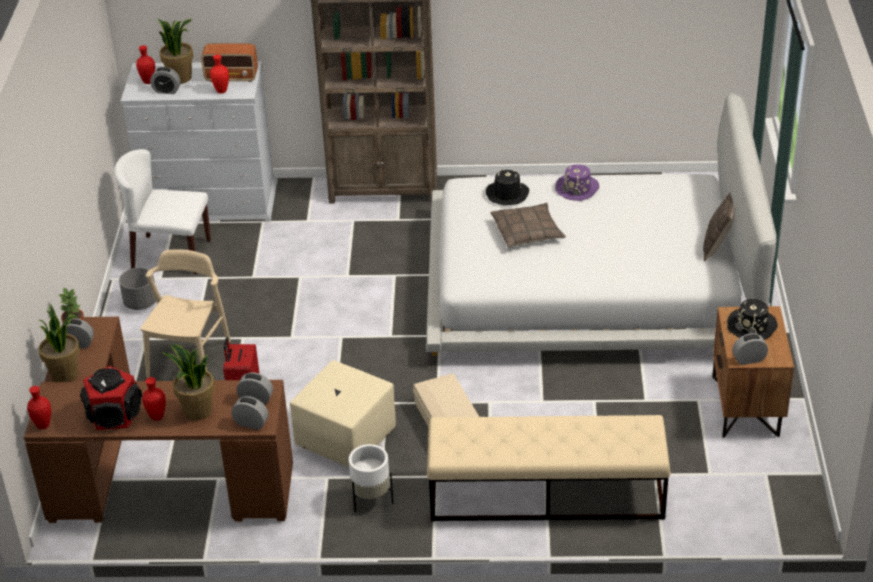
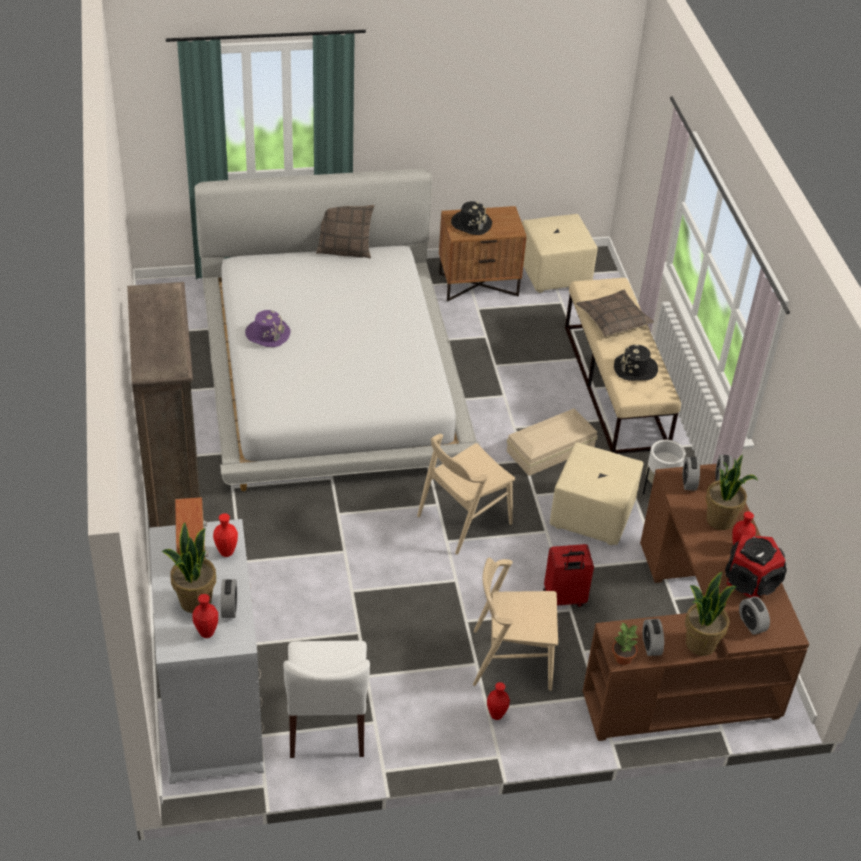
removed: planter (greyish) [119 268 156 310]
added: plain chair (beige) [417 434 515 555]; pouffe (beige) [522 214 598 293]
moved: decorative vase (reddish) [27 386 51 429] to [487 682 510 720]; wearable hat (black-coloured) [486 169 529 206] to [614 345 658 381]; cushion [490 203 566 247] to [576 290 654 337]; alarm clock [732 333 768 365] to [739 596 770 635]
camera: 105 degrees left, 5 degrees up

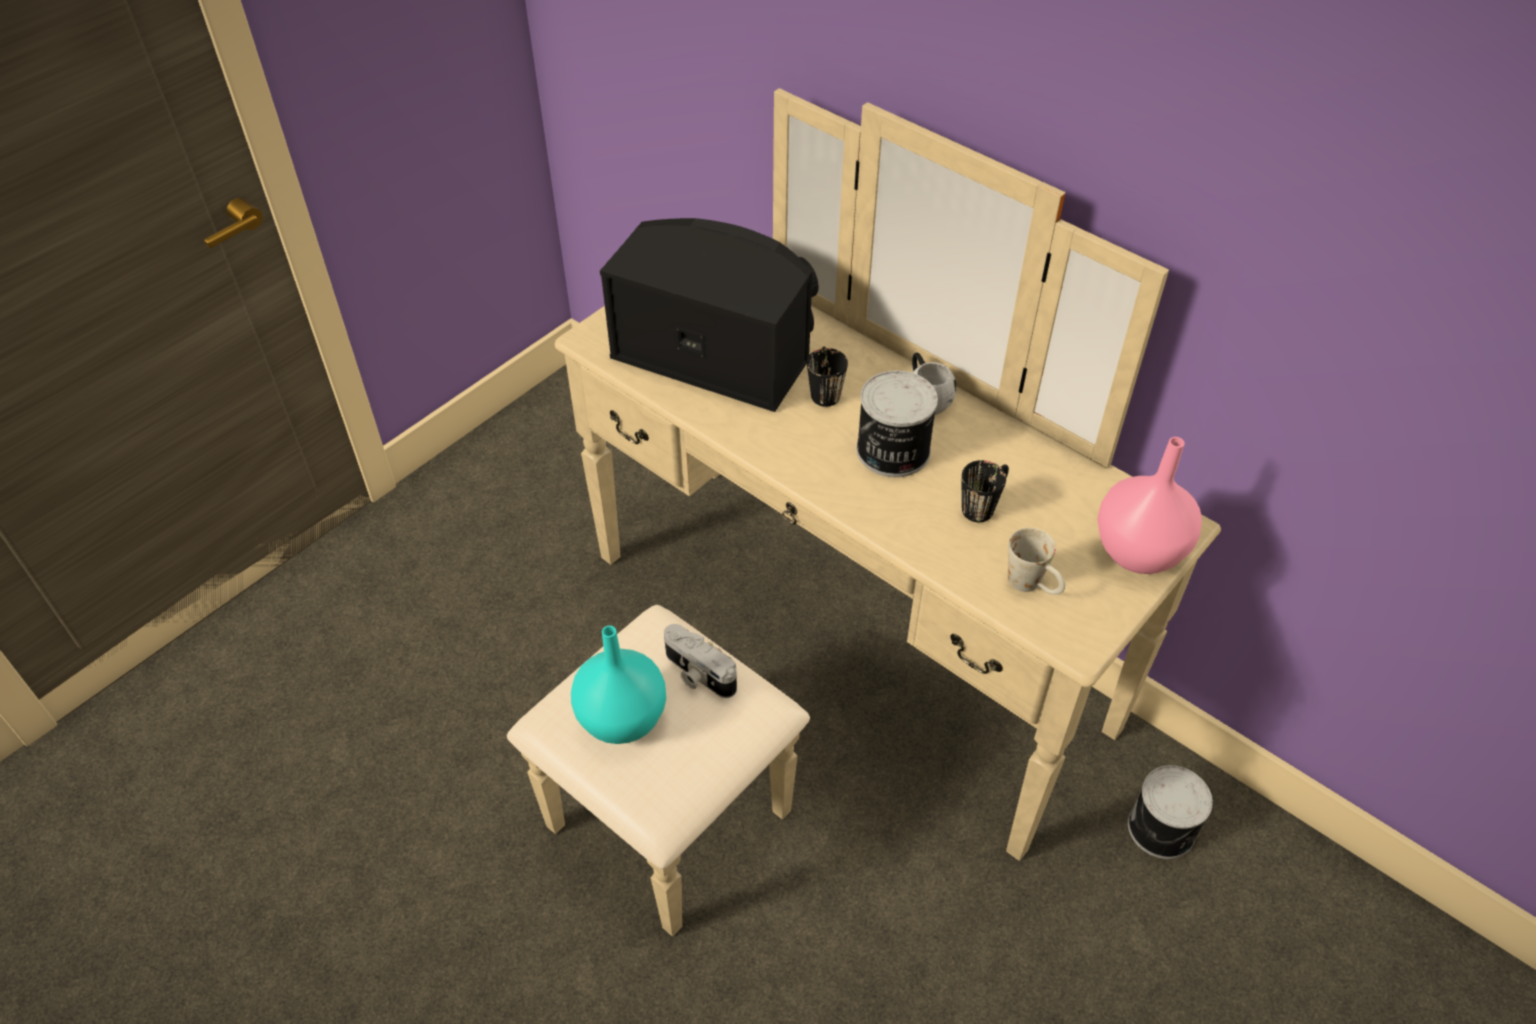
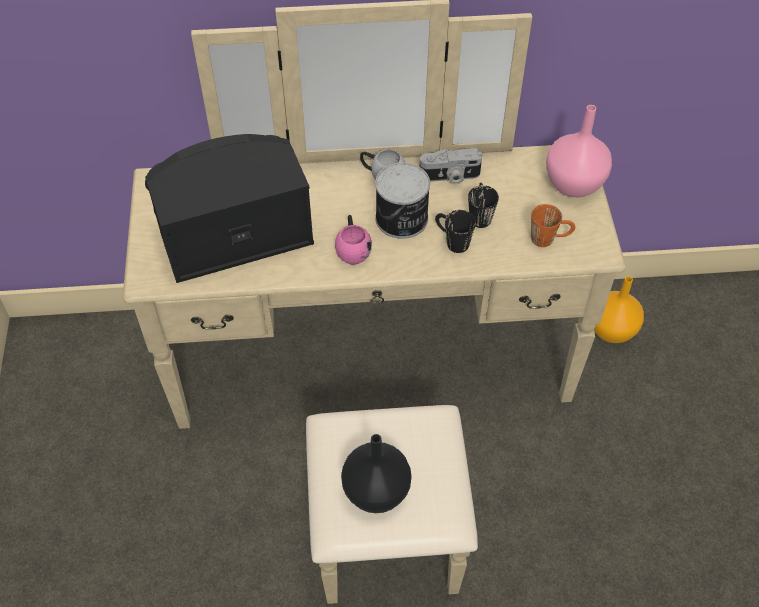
added: tea mug (pinkish) [335 215 372 264]
moved: photo camera [664 624 737 698] to [420 148 482 184]; tea mug (black-coloured) [807 346 848 407] to [435 210 476 253]
replaced: can [1128 765 1213 859] to decorative vase (orangey) [594 276 644 343]
recoloured: decorative vase (blue-green) [571 626 666 744] to decorative vase (black-coloured) [341 434 412 513]; tea mug (white-coloured) [1008 528 1065 595] to tea mug (orangey) [531 204 575 247]
camera: 45 degrees left, 5 degrees up

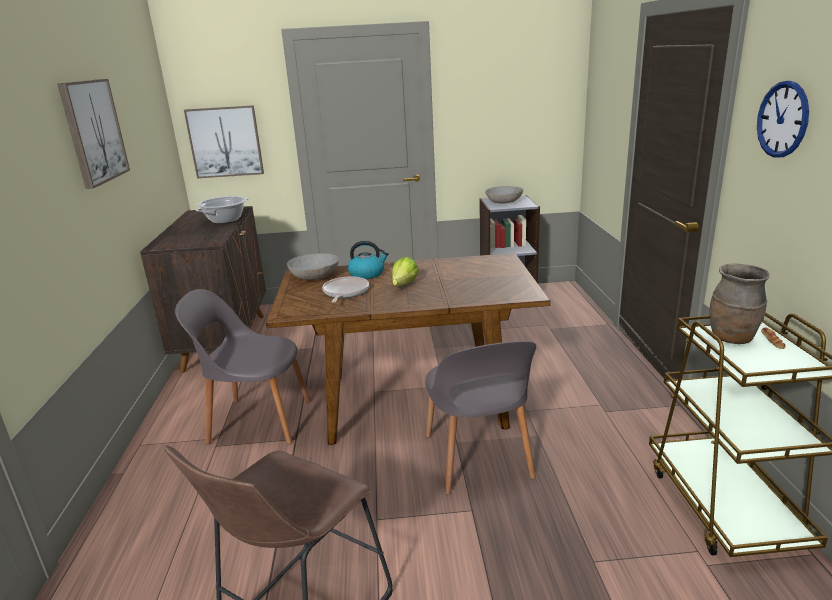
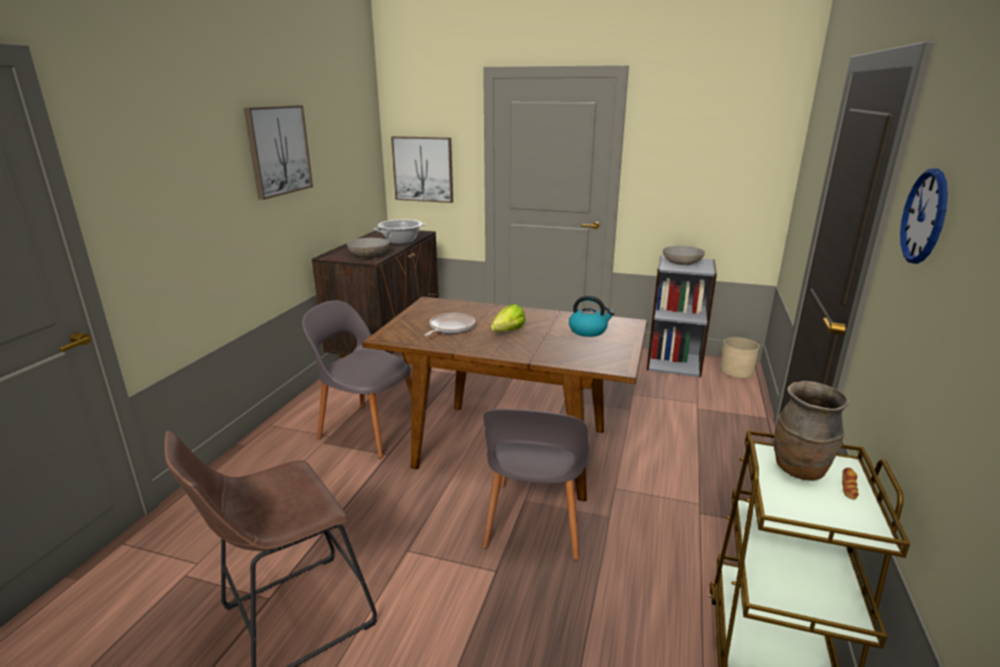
added: planter (beige) [720 337 760 378]
moved: deep dish (greyish) [287 253 339 280] to [347 238 390 257]; tea kettle [348 241 389 279] to [569 296 615 337]
camera: 20 degrees right, 0 degrees up

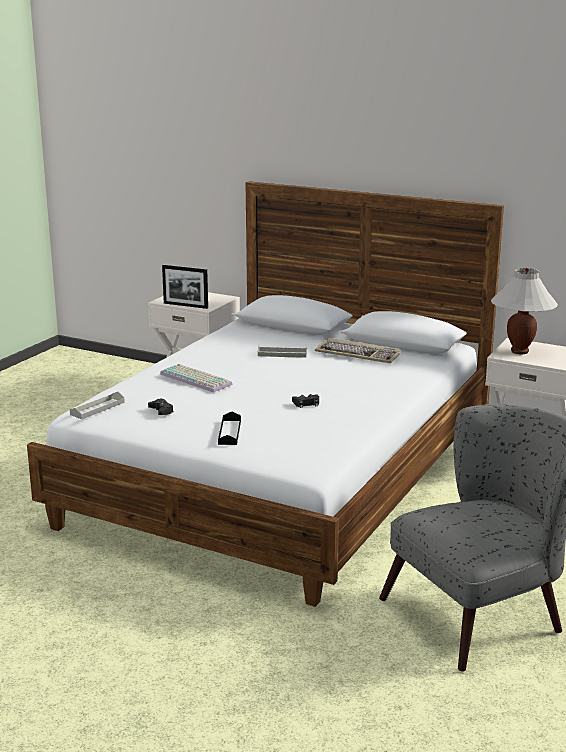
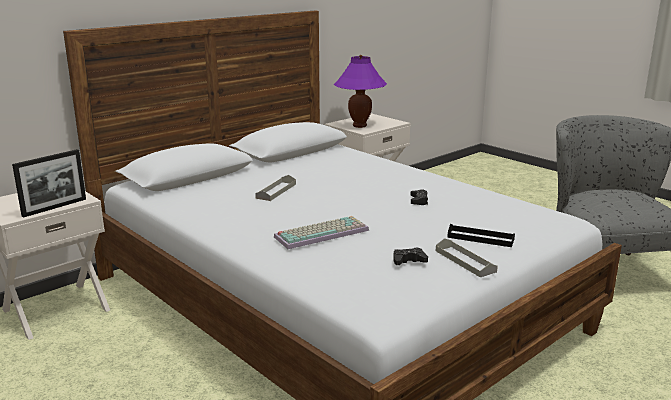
removed: computer keyboard [315 338 400 363]
moved: tray (greyish) [70 392 125 419] to [436 238 498 277]
recoloured: table lamp (white-coloured) [491 268 558 354] to table lamp (purple-coloured) [334 55 387 128]
camera: 70 degrees left, 0 degrees up

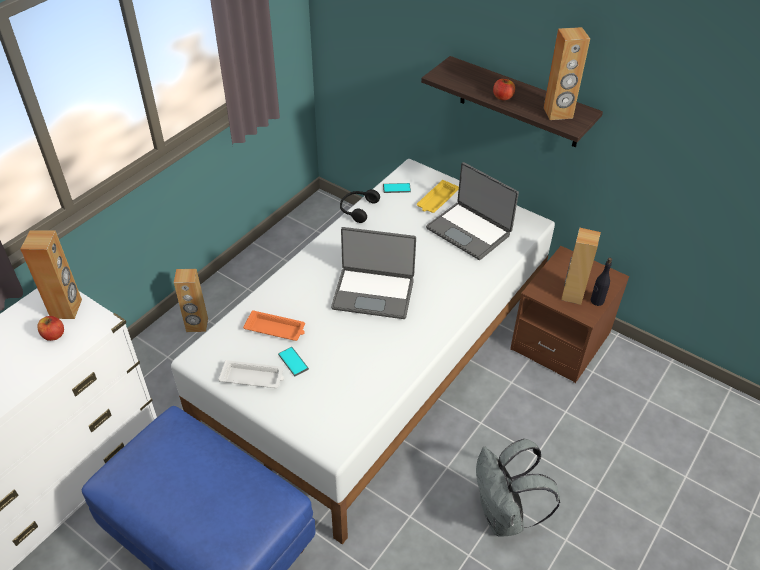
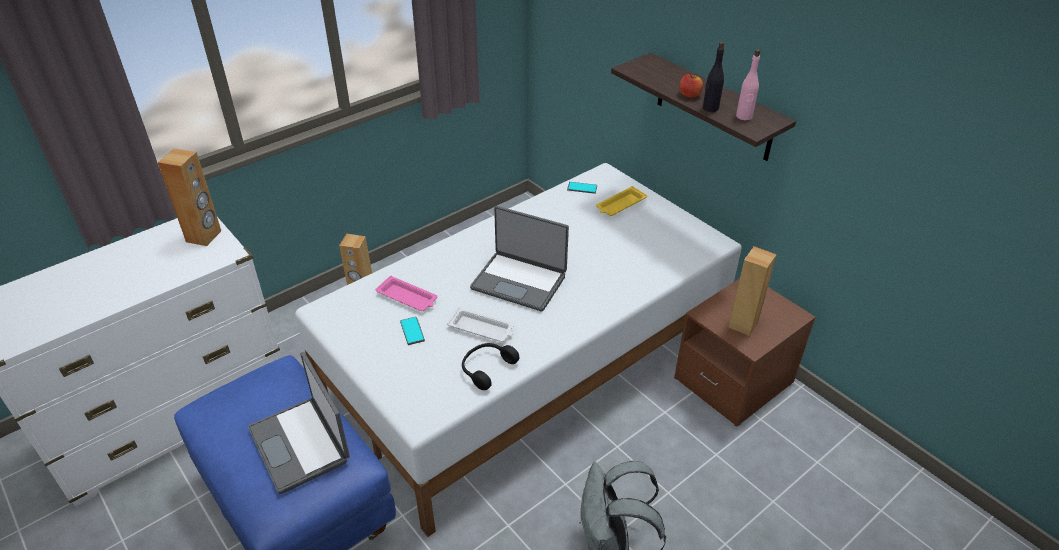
removed: apple [37 316 64 341]
moved: tray (white-coloured) [218 360 284 388] to [447 307 514 342]; pair of headphones (black-coloured) [340 189 380 223] to [462 343 519 390]; notebook computer [426 162 519 260] to [248 352 350 494]; beverage bottle (black-coloured) [591 258 612 306] to [703 42 724 112]
replaced: loudspeaker (brown) [544 27 590 120] to beverage bottle (pinkish) [736 49 760 120]
recoloured: tray (orangey) [243 310 305 341] to tray (pinkish) [375 276 437 311]
camera: 15 degrees right, 5 degrees down

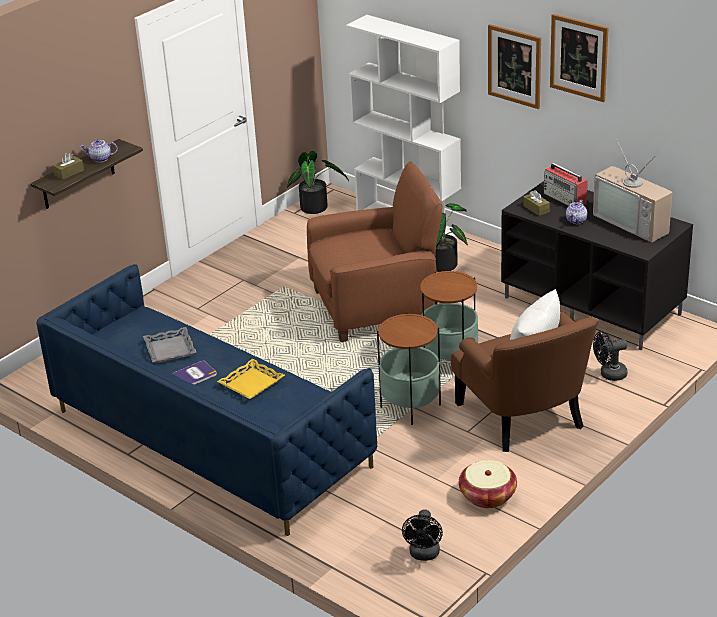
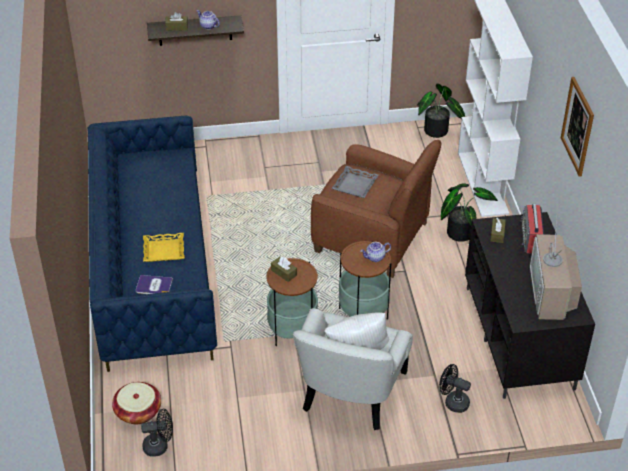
removed: wall art [488 24 541 109]
added: tissue box (brown) [271 257 297 282]
moved: tray (greyish) [143 327 197 363] to [332 166 378 198]; volume [172 360 217 385] to [136 275 173 294]; storage basket [459 460 517 508] to [112 382 161 424]; teapot [566 199 587 224] to [360 242 391 262]
recoloured: easy chair (brown) [451 311 598 452] to easy chair (white-coloured) [293 308 413 430]
turned: fan (black-coloured) [402 509 443 561] = [141 409 173 457] 150 degrees counterclockwise
camera: 40 degrees right, 10 degrees up

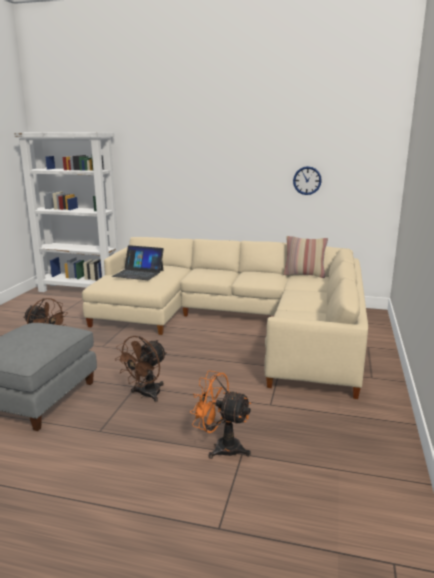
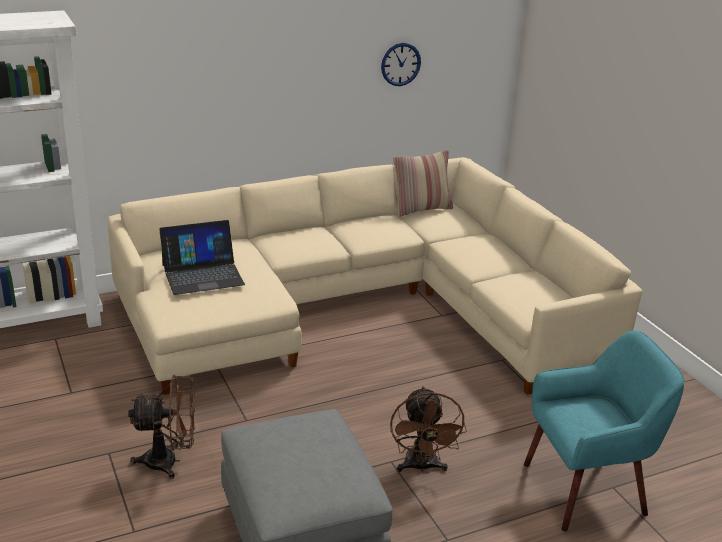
replaced: fan (orangey) [190 370 252 459] to easy chair (blue-green) [524 330 684 531]
camera: 40 degrees left, 10 degrees up

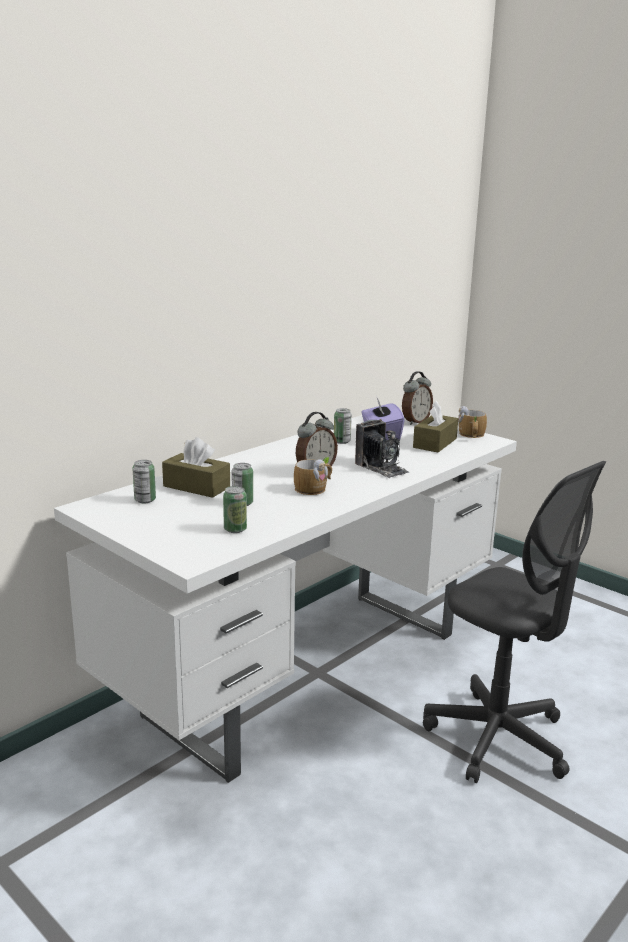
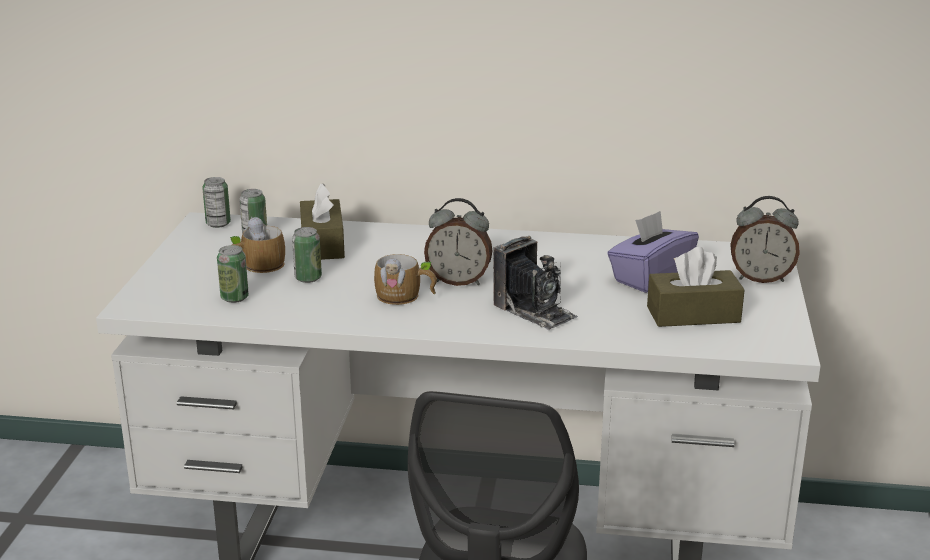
moved: can [334 408 352 444] to [202 177 231 228]; tea mug [458 406 487 438] to [230 217 285 273]
turned: photo camera [355 419 409 478] = [493 236 578 330] 60 degrees counterclockwise
camera: 55 degrees right, 5 degrees up

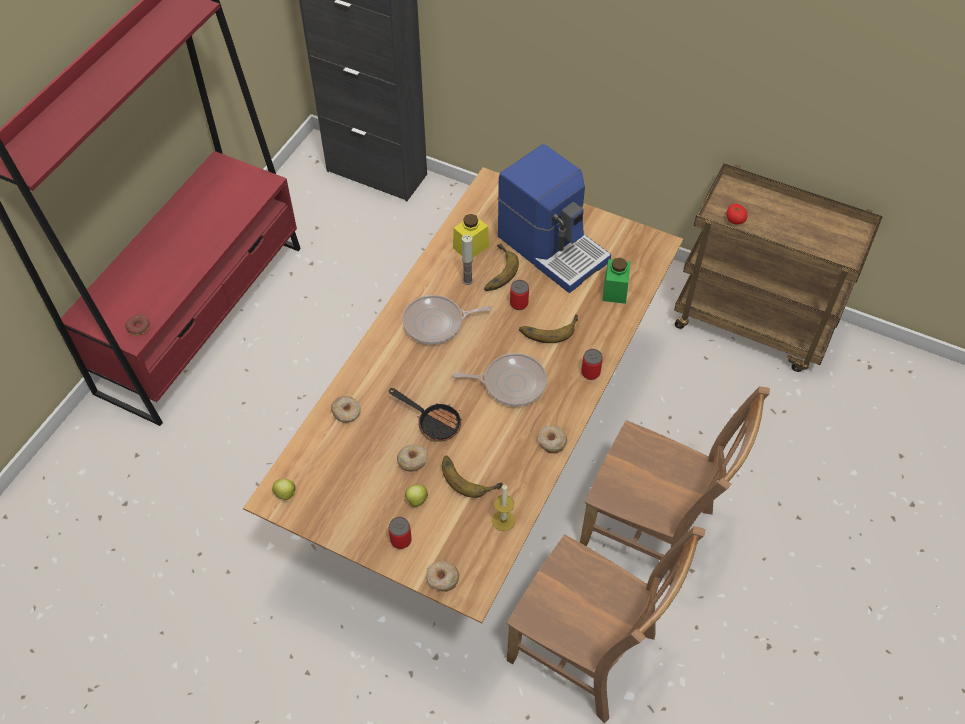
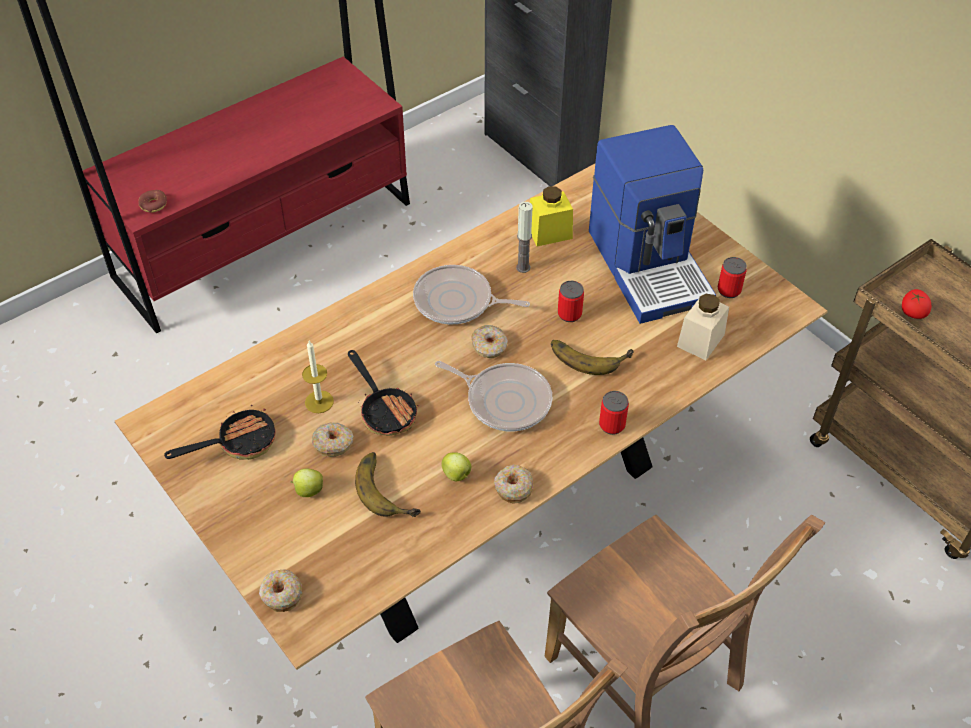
removed: banana fruit [484 244 519 291]
added: pan [164 405 276 460]
moved: apple [272 479 296 500] to [441 452 471 481]; ring doughnut [331 396 361 423] to [471 325 508 358]; can [389 517 412 549] to [718 257 747 298]; wax light [492 484 515 531] to [302 341 334 413]
recoloured: preserve jar (green) [602 258 630 304] to preserve jar (beige) [677 294 729 360]
camera: 25 degrees right, 5 degrees down

